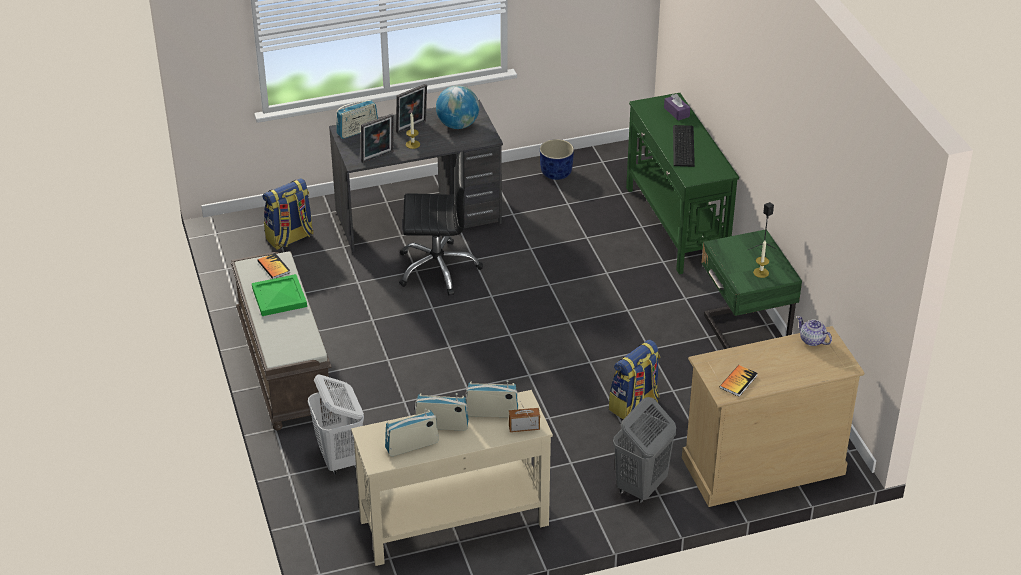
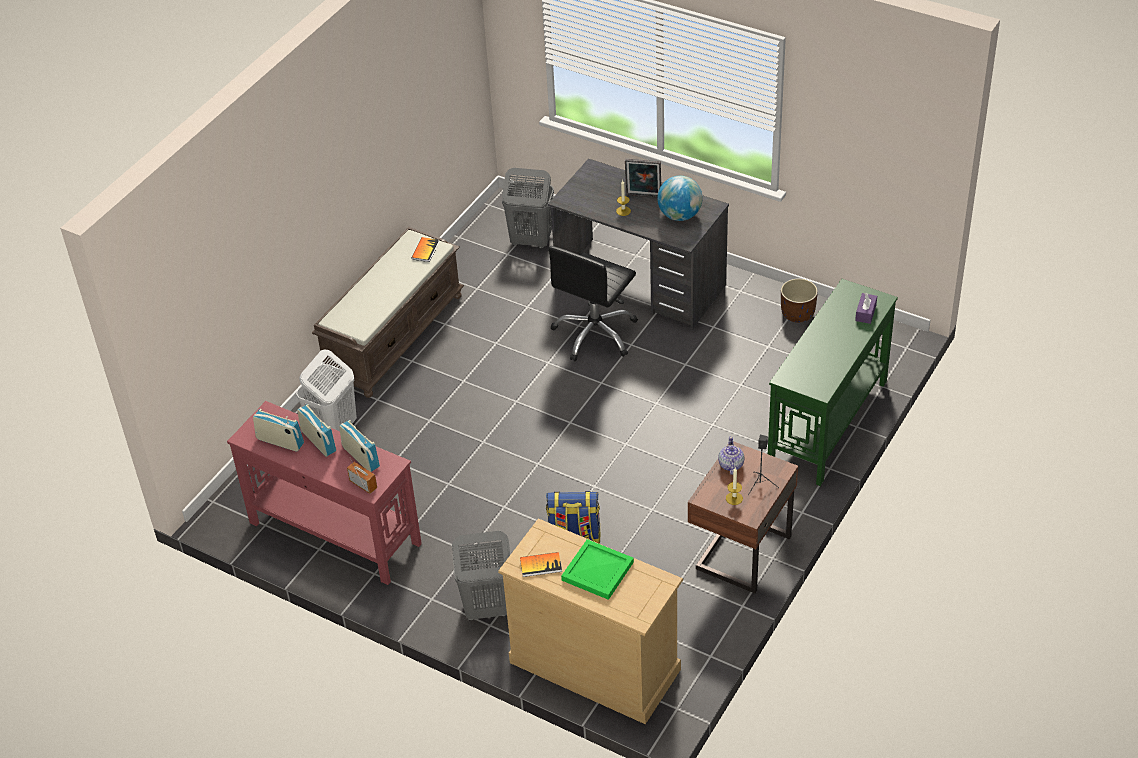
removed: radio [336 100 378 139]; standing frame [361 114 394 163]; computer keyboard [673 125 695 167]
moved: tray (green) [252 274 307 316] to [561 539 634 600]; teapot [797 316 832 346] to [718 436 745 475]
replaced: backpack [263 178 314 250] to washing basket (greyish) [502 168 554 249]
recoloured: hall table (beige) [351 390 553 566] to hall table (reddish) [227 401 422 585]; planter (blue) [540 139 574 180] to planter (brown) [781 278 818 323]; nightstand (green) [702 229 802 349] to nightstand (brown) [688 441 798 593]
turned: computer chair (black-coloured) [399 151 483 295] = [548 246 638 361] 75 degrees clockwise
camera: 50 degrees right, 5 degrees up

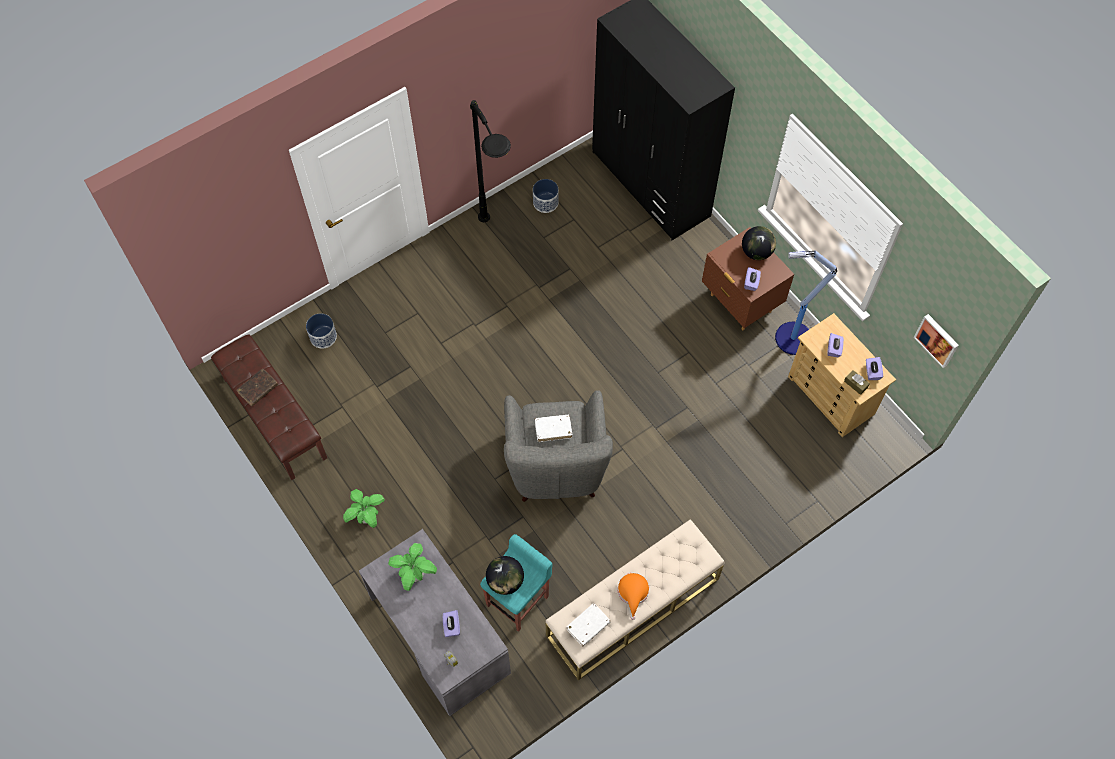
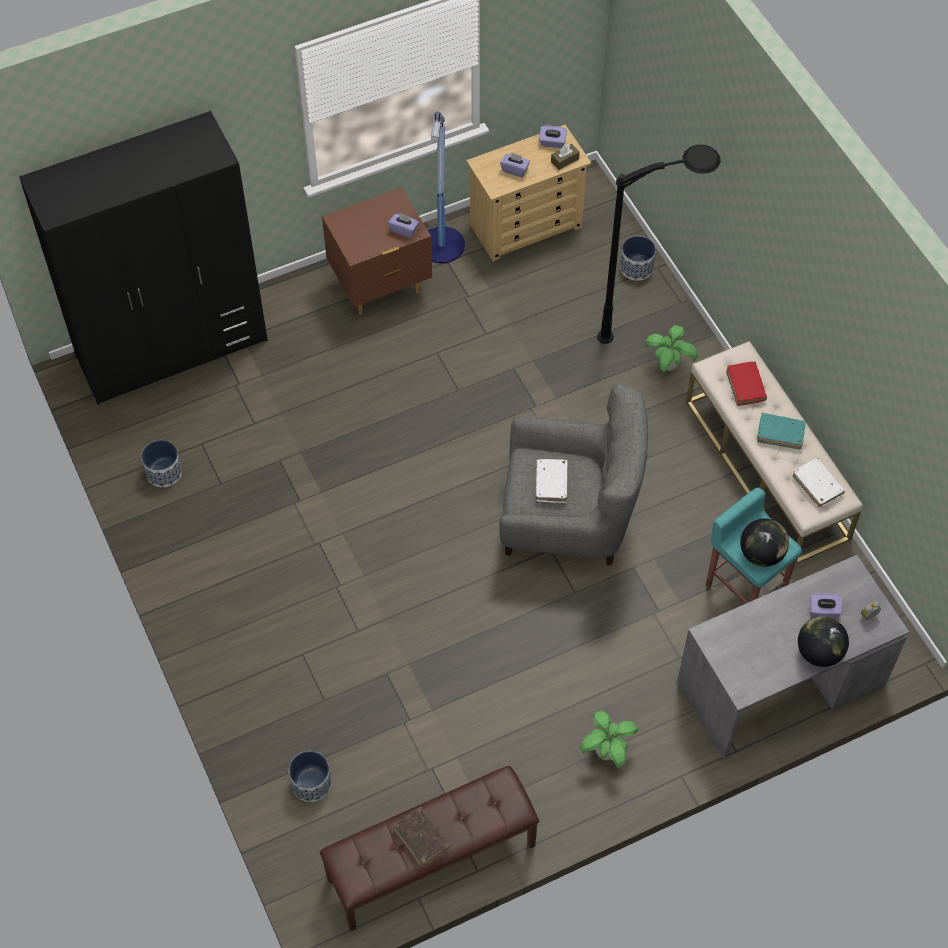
removed: wall art [914 314 959 368]
added: planter [620 236 656 281]; volume (reddish) [726 362 767 406]
moved: potted plant [388 543 437 591] to [645 325 698 372]; floor lamp (black-coloured) [470 100 511 222] to [597 145 721 344]; desk globe [742 226 776 260] to [798 616 849 667]
replaced: wearable hat (orangey) [617 573 650 620] to volume (blue-green) [757 413 806 450]
camera: 80 degrees left, 5 degrees down

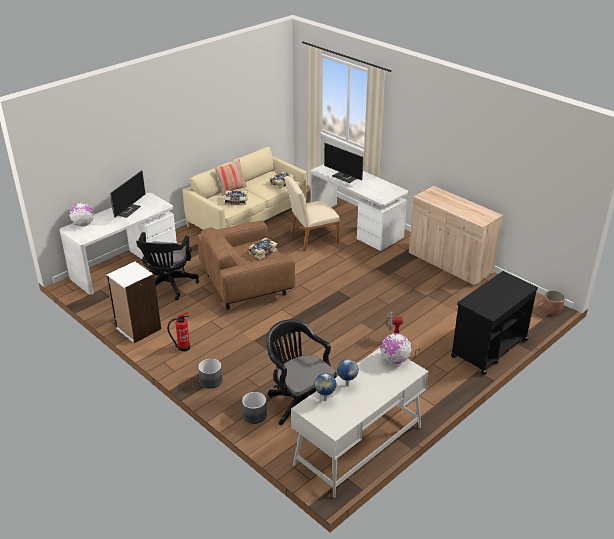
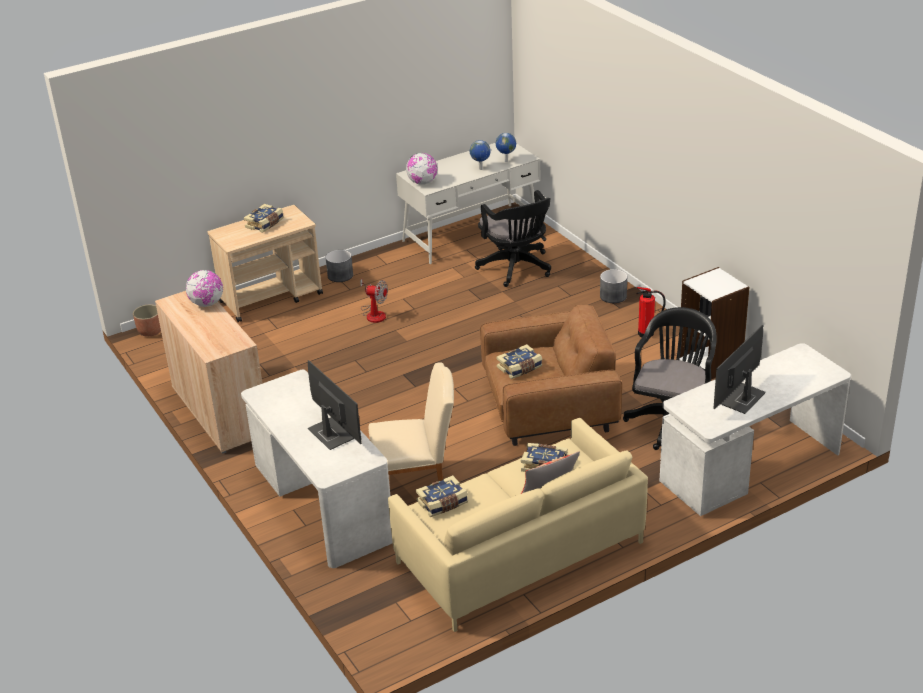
added: volume [244 204 284 233]
moved: desk globe [69 203 94 226] to [186 270 223 307]; planter (greyish) [242 392 267 424] to [325 250 353 282]
recoloured: wheeled cart (black-coloured) [451 271 538 375] to wheeled cart (beige) [207 205 323 322]
camera: 165 degrees left, 0 degrees up

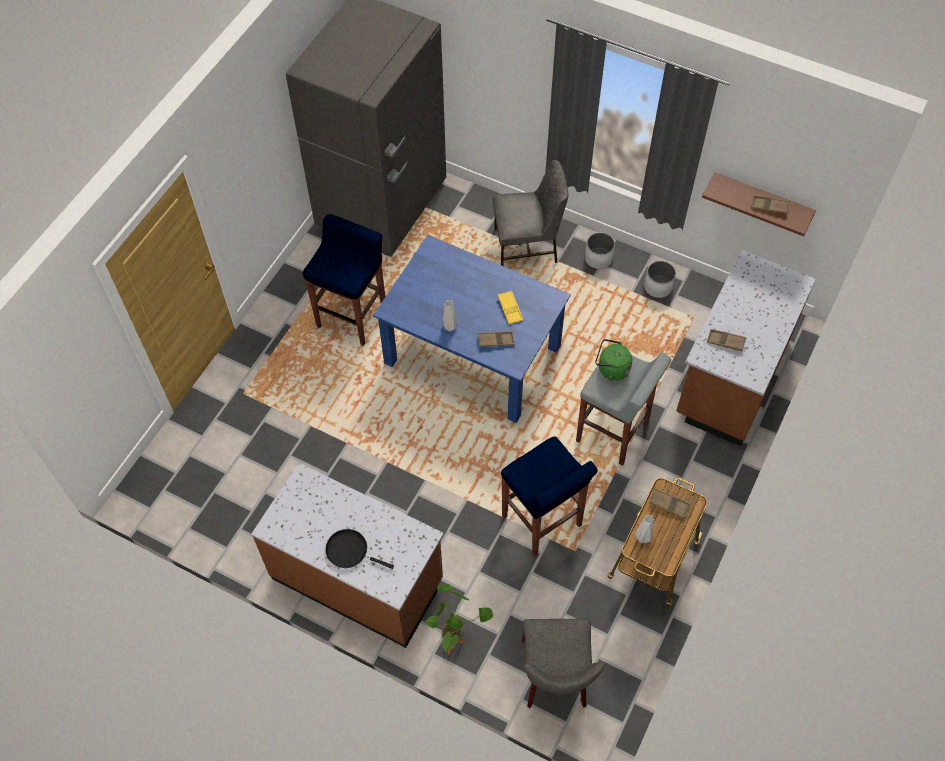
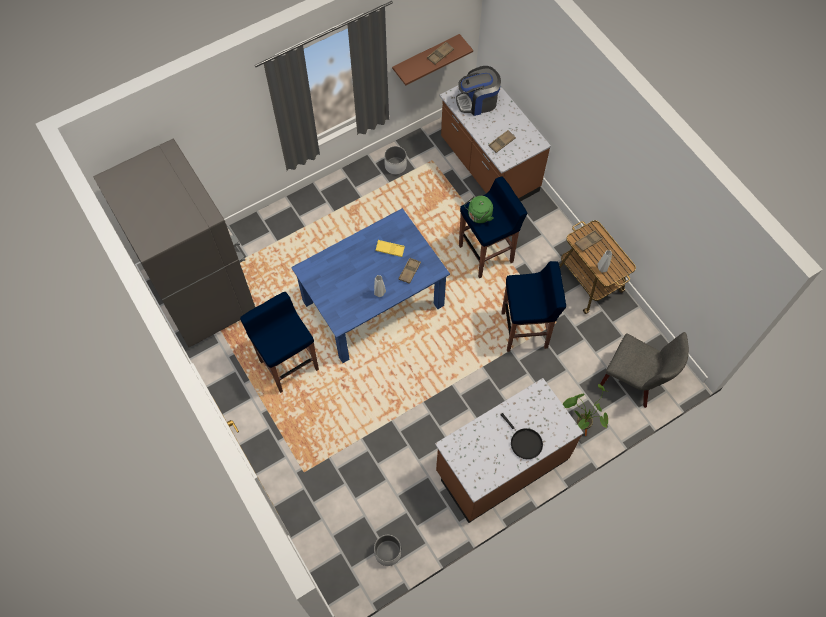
removed: plain chair (greyish) [493 160 568 266]
added: coffee brewer [456 66 501 116]
moved: planter (white-coloured) [585 232 615 269] to [374 535 402 566]
recoloured: stool seat (greyish) [576 353 671 466] to stool seat (blue) [459 177 527 278]
turned: pan (black-coloured) [325 529 394 569] = [500 413 543 459] 90 degrees counterclockwise
camera: 60 degrees left, 5 degrees up

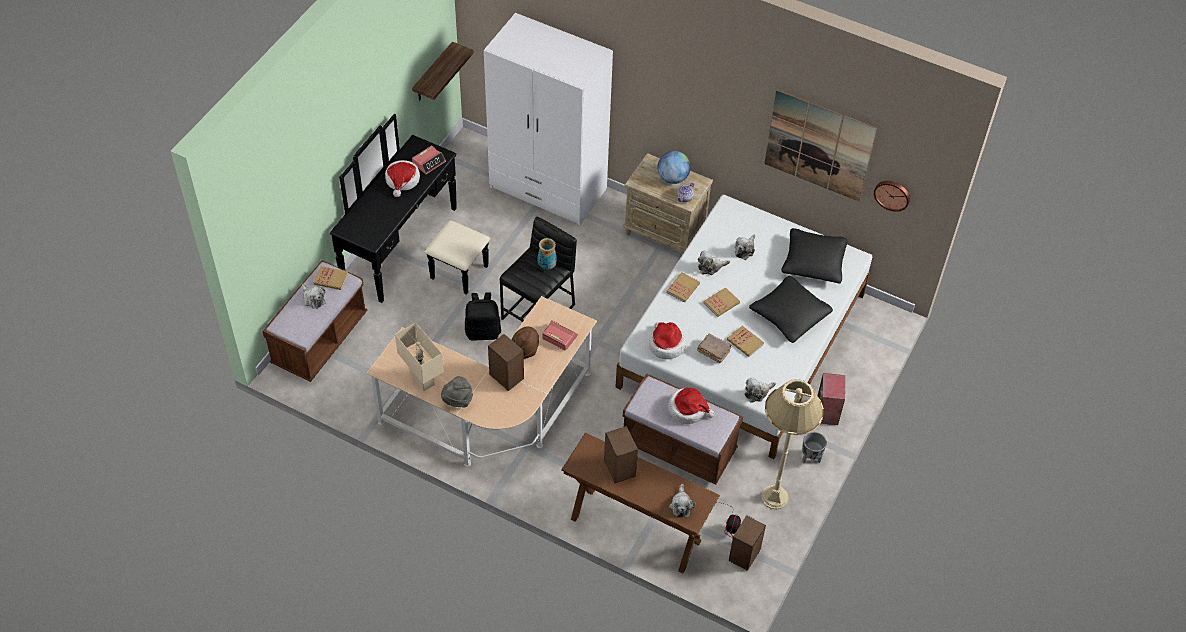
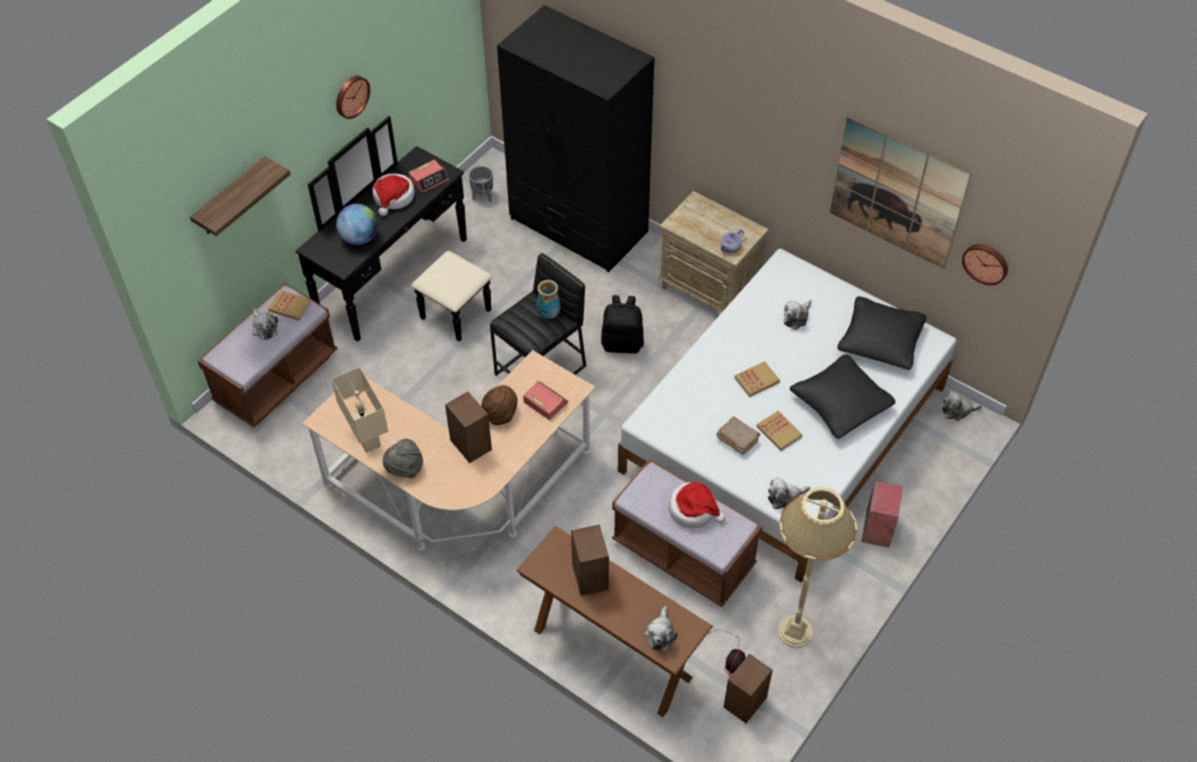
removed: wearable hat [649 322 686 359]; volume [666 272 700 302]
added: wall clock [336 76 370 119]
moved: bracket shelf [412 42 474 101] to [190 156 291 236]; backpack (black-coloured) [465 292 501 340] to [601 295 644 353]; desk globe [657 151 691 184] to [336 204 378 245]; plush toy [698 250 730 275] to [942 391 982 421]; planter (greyish) [802 432 827 463] to [469 166 493 202]
recoloured: clothes cupboard (white-coloured) [484 13 613 225] to clothes cupboard (black-coloured) [497 5 654 272]
camera: 10 degrees right, 0 degrees up

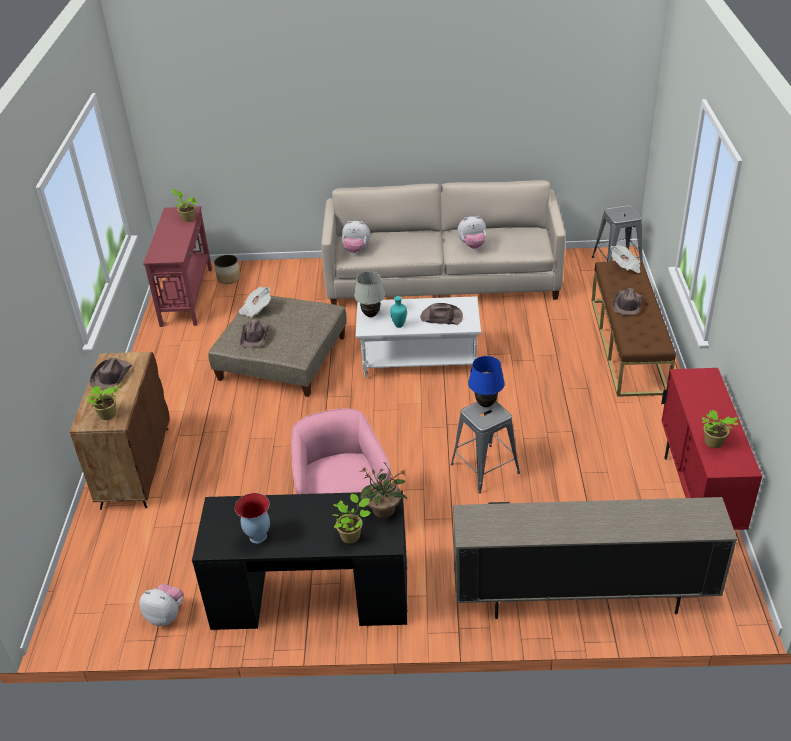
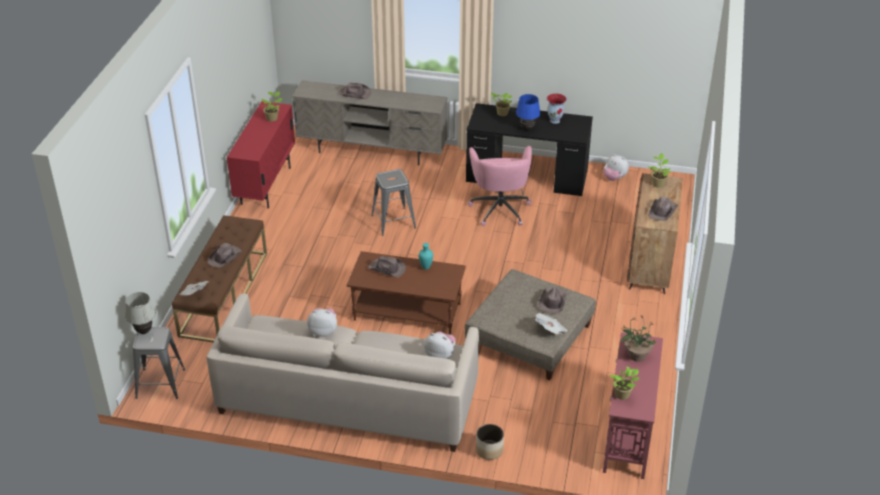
added: wearable hat (brown) [339 82 371 99]
moved: planter [214 255 241 284] to [476 424 504 460]; table lamp (white-coloured) [354 271 385 317] to [125 292 156 334]; potted plant [359 462 407 518] to [621 315 656 362]; table lamp (blue) [468 356 505 407] to [516 94 540 131]
recoloured: lounge table (white-coloured) [356 296 481 378] to lounge table (brown) [347 251 466 335]
camera: 170 degrees left, 0 degrees up

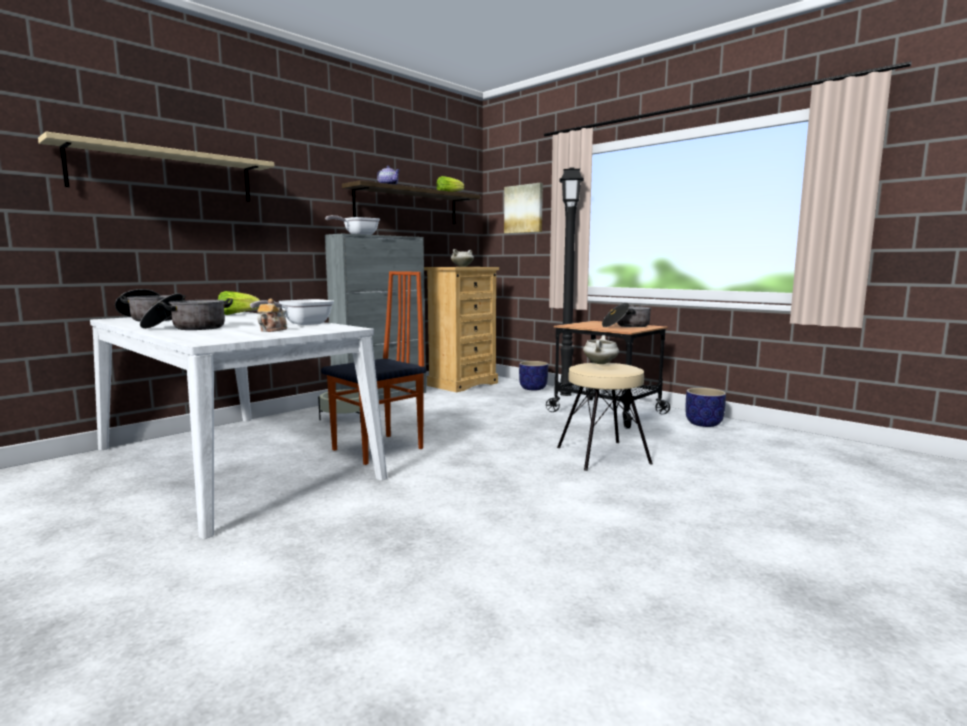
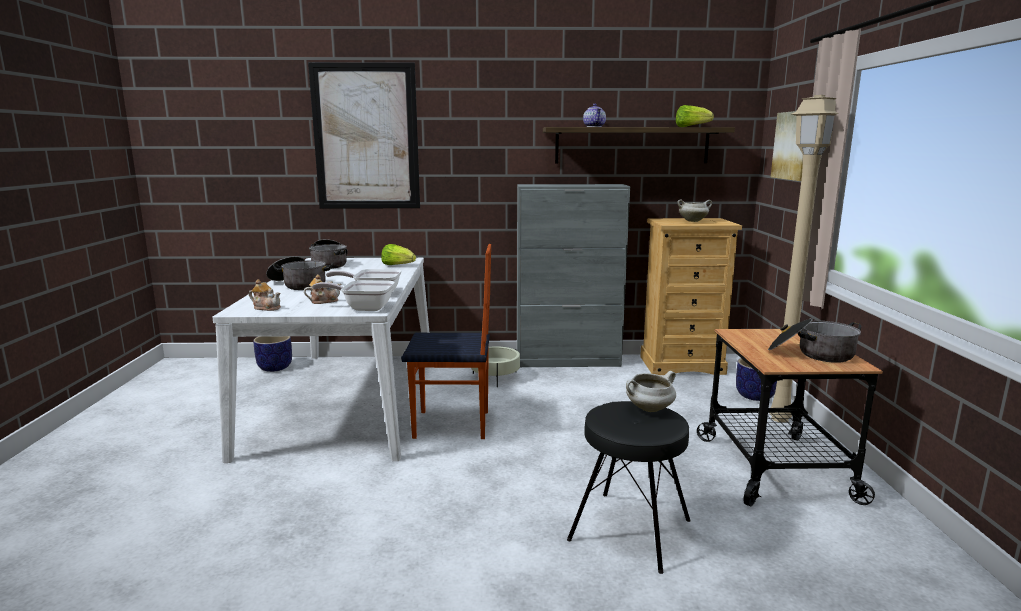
added: teapot [249 279 281 311]
moved: pan [325 215 380 235] to [312 280 395 311]; planter [685 388 726 427] to [253 336 292 372]
replaced: bracket shelf (beige) [38 132 275 202] to wall art [308 62 420 209]
recoloured: stool seat (beige) [557 363 653 471] to stool seat (black-coloured) [567 401 690 574]; floor lamp (black-coloured) [559 168 584 396] to floor lamp (beige) [769 95 838 422]
camera: 45 degrees right, 5 degrees up

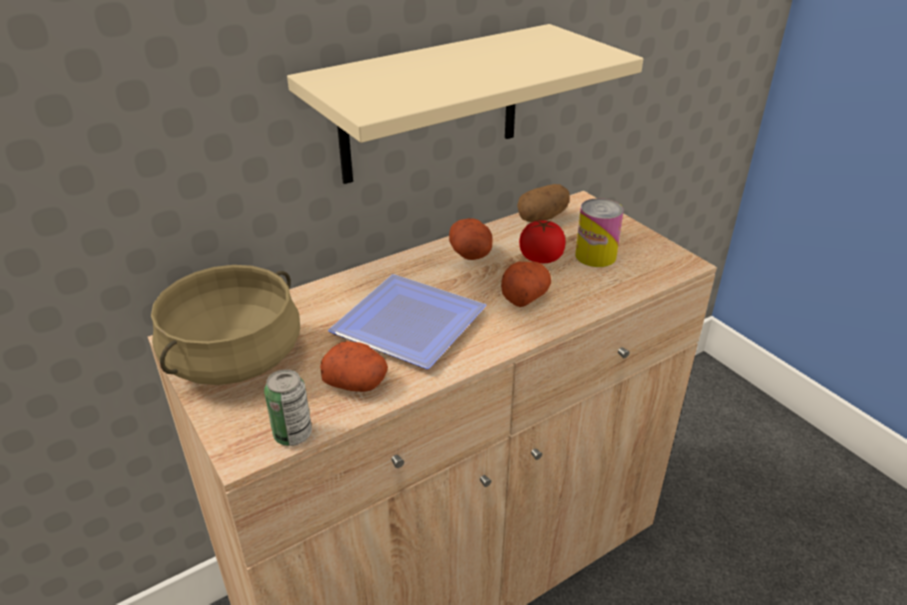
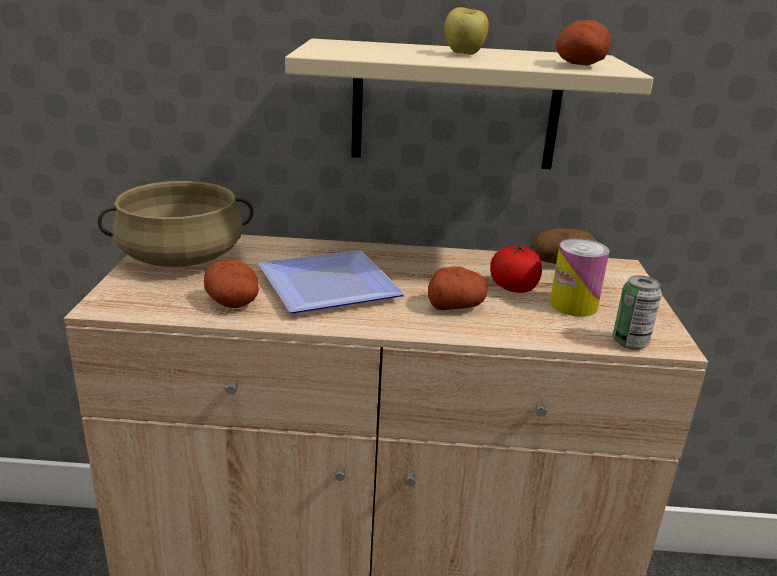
added: apple [444 7 489 55]
moved: can [264 369 312 446] to [613 275 662 350]; potato [449 218 493 260] to [556 20 611 66]
camera: 35 degrees right, 10 degrees down

